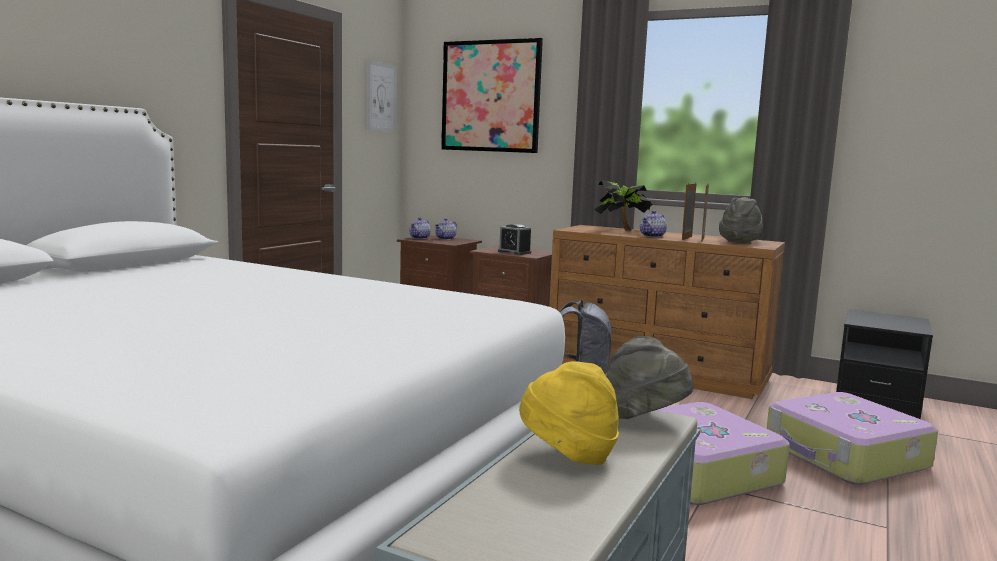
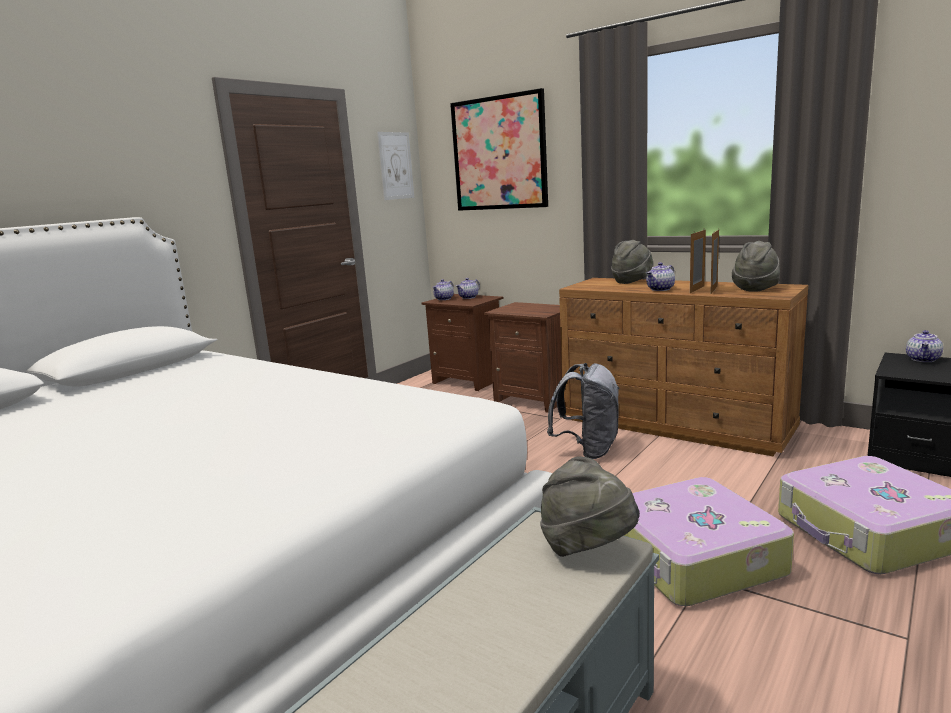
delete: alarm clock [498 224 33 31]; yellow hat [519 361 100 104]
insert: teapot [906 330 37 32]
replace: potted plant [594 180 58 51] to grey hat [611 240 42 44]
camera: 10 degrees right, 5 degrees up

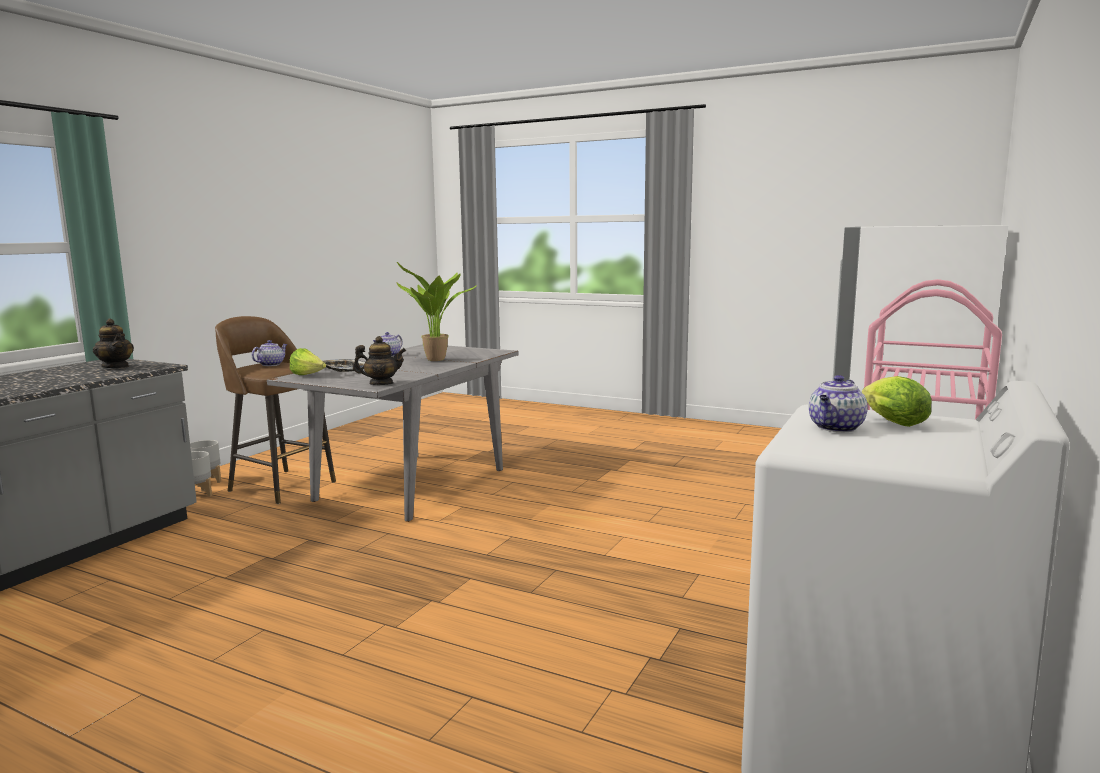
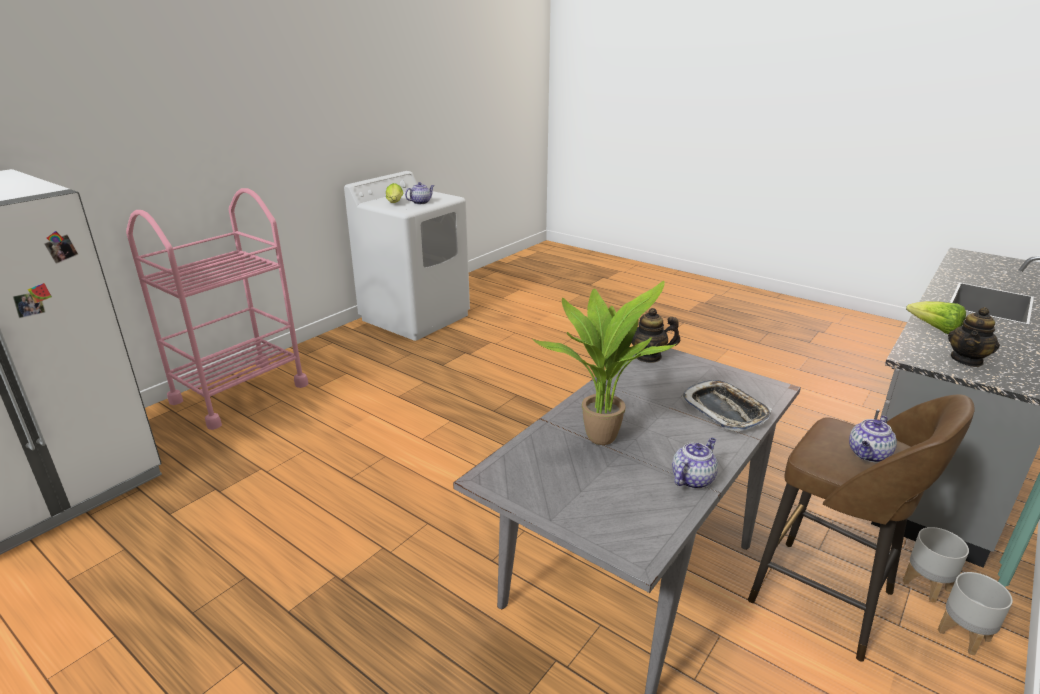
move: lettuce [290 348 36 27] to [906 301 60 33]
rotate: teapot [93 319 41 49] = [948 307 52 60] 105 degrees counterclockwise
camera: 170 degrees left, 15 degrees up

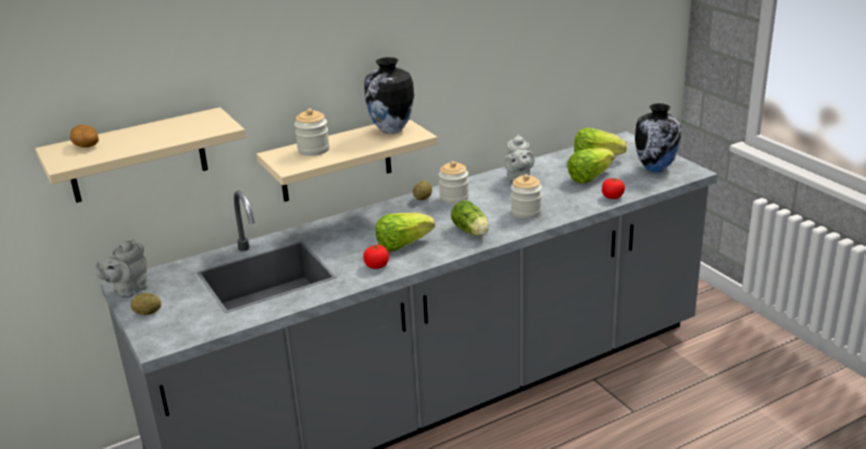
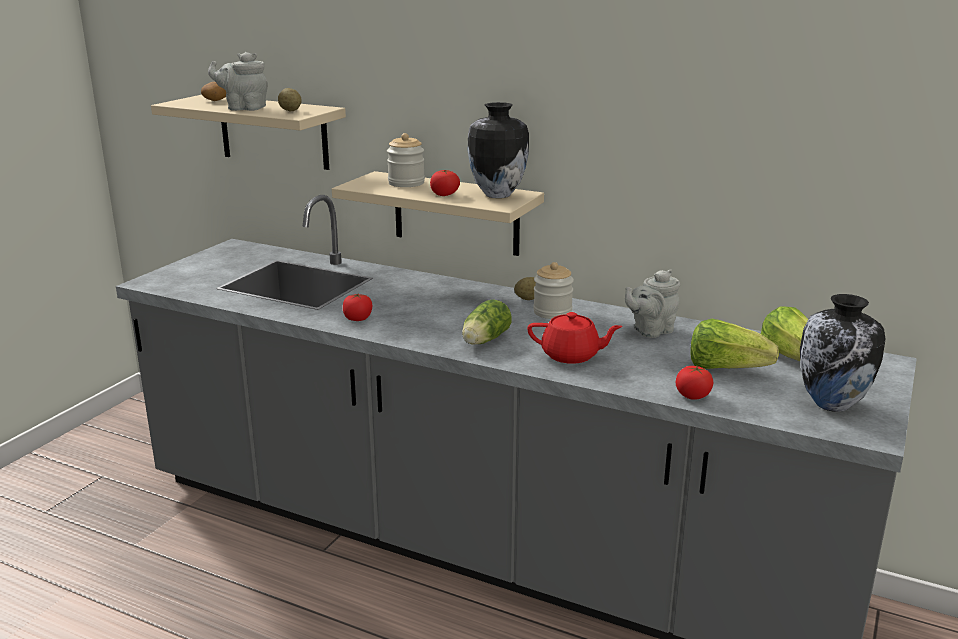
delete: lettuce [376 213 59 39]
insert: tomato [430 170 30 26]
move: grey teapot [94 239 54 59] to [208 52 60 59]; potato [130 293 31 22] to [278 88 24 23]
replace: jar [511 174 31 45] to red teapot [527 312 96 52]
camera: 55 degrees right, 5 degrees down

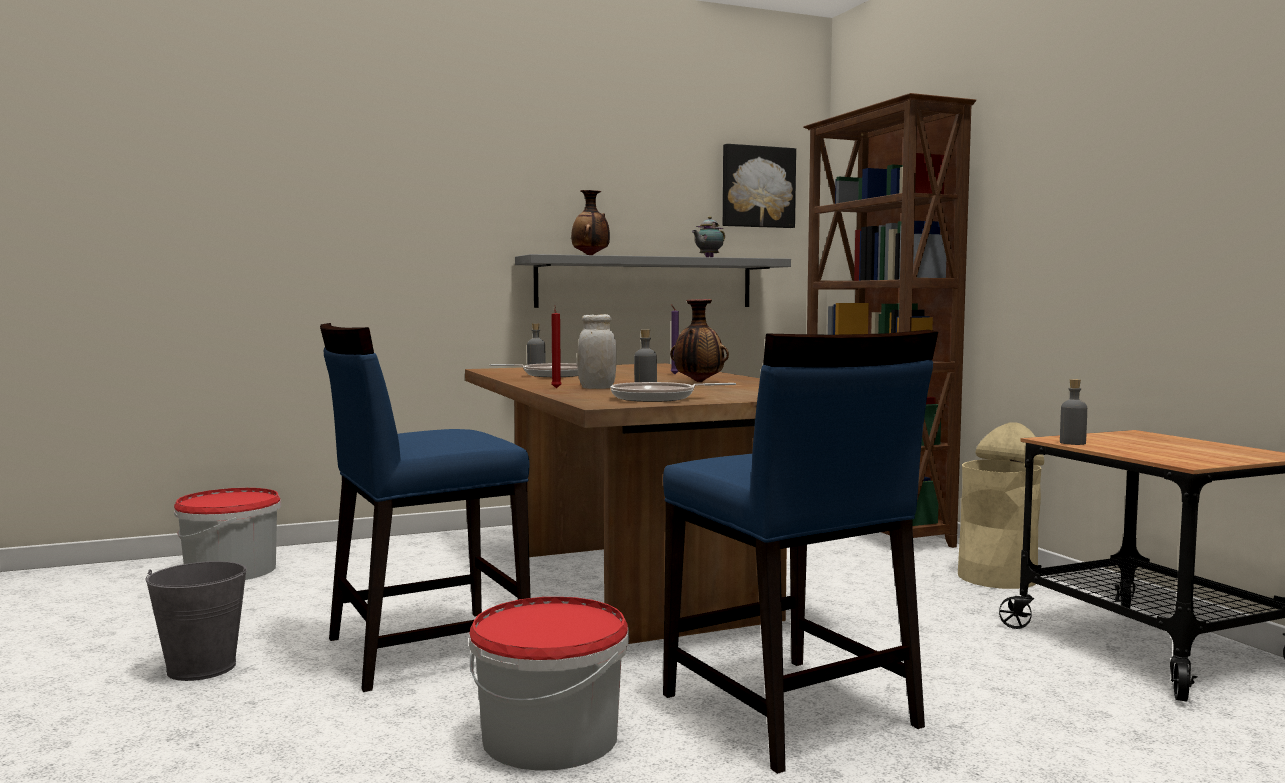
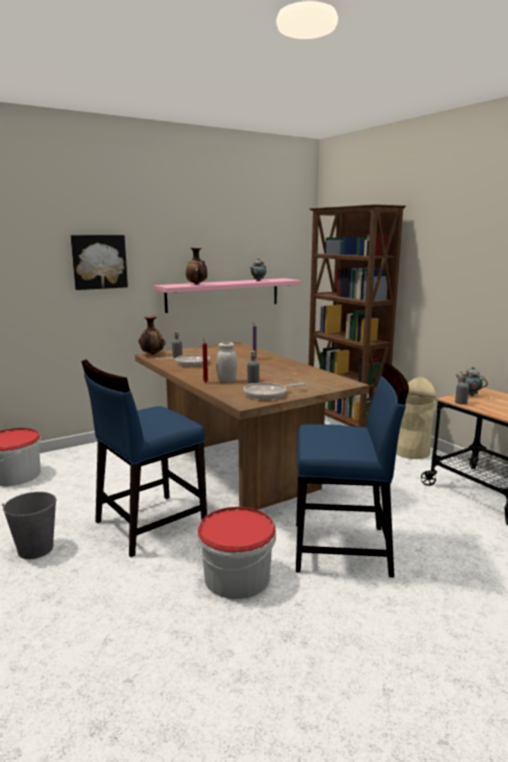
insert: teapot [456 367 32 29]
move: picture [723 144 73 84] to [71 235 57 55]; vase [670 299 59 83] to [138 316 27 39]
recolor: grey shelf [515 254 276 54] to pink shelf [154 278 147 35]
rotate: blue chair [663 330 275 444] = [296 363 113 214] 45 degrees counterclockwise
camera: 10 degrees left, 10 degrees up

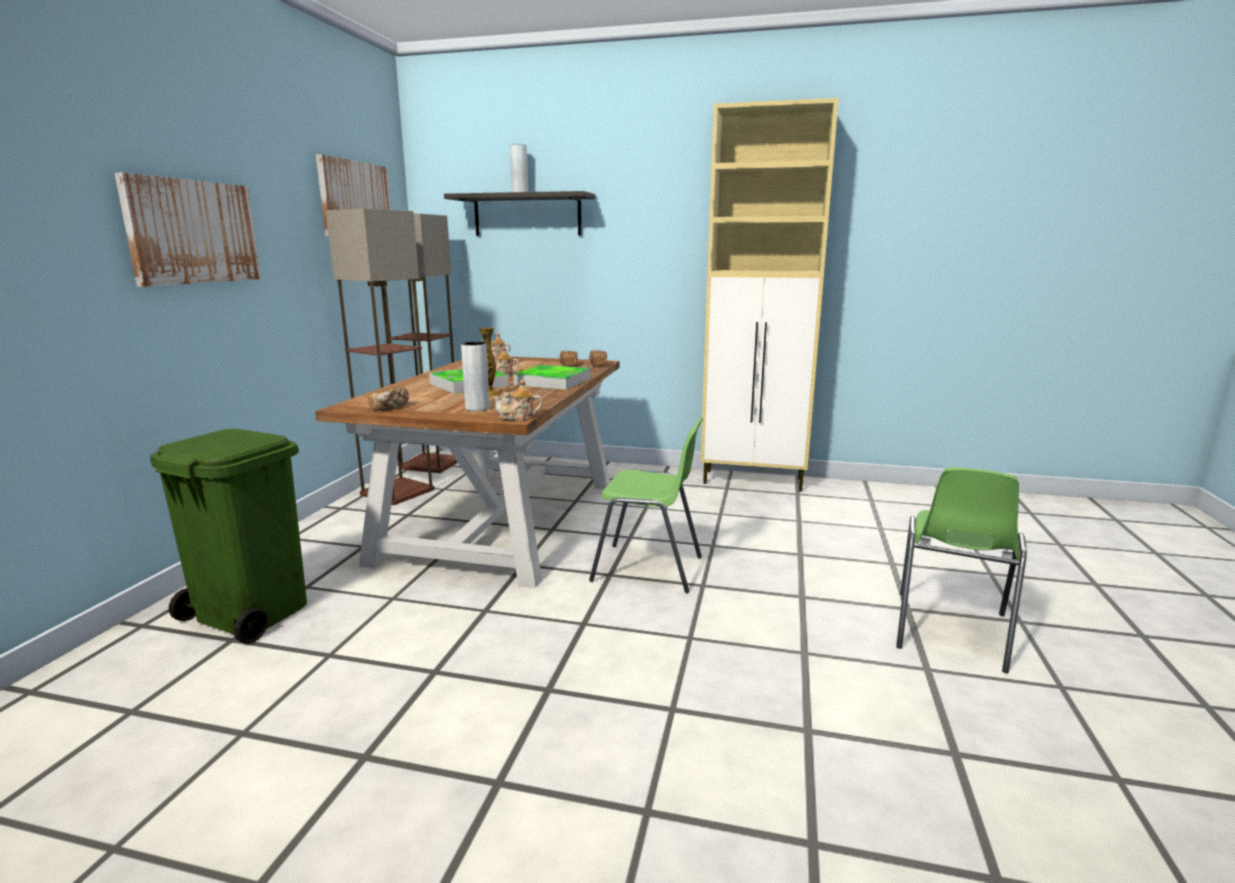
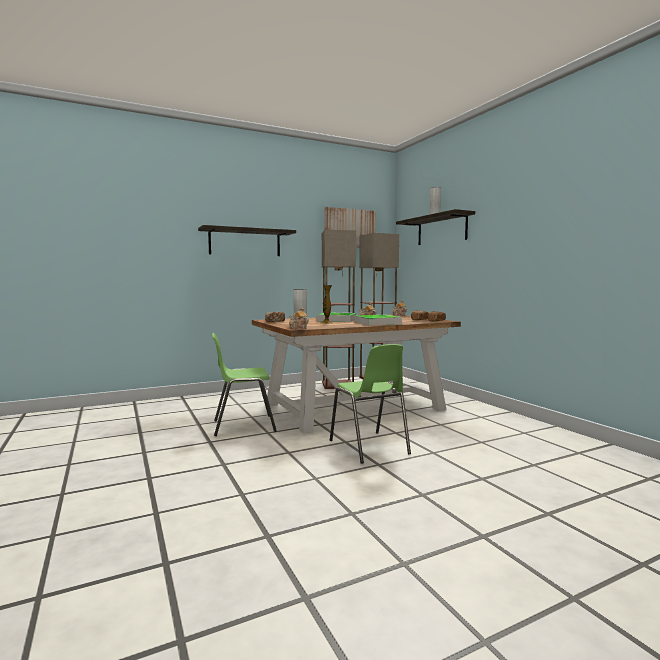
delete: green trash can [150 429 157 215]; beige cabinet [701 98 138 394]
move: green chair [896 468 131 205] to [212 333 65 103]
replace: picture [115 172 146 115] to shelf [198 225 98 31]
camera: 50 degrees right, 10 degrees down

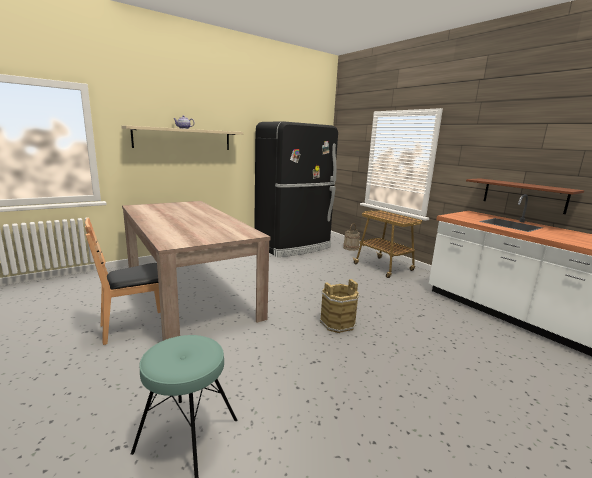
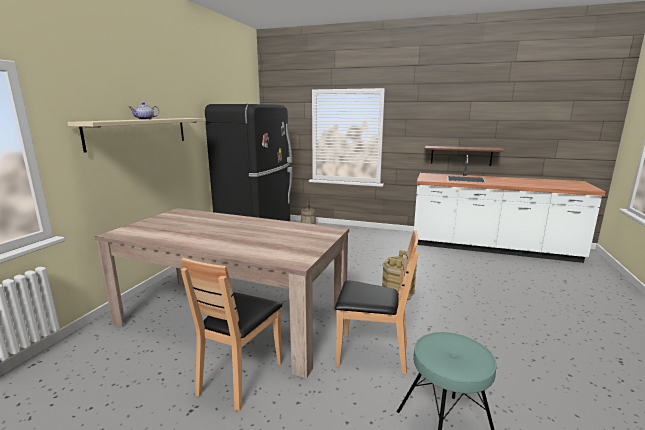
delete: cart [352 210 70 68]
insert: brown chair [335 230 84 145]
camera: 35 degrees left, 0 degrees up

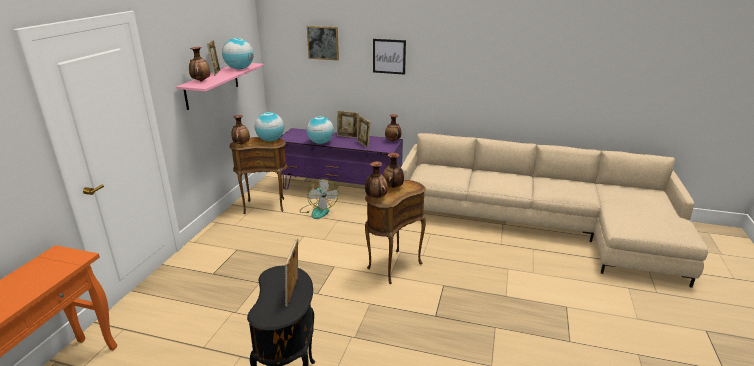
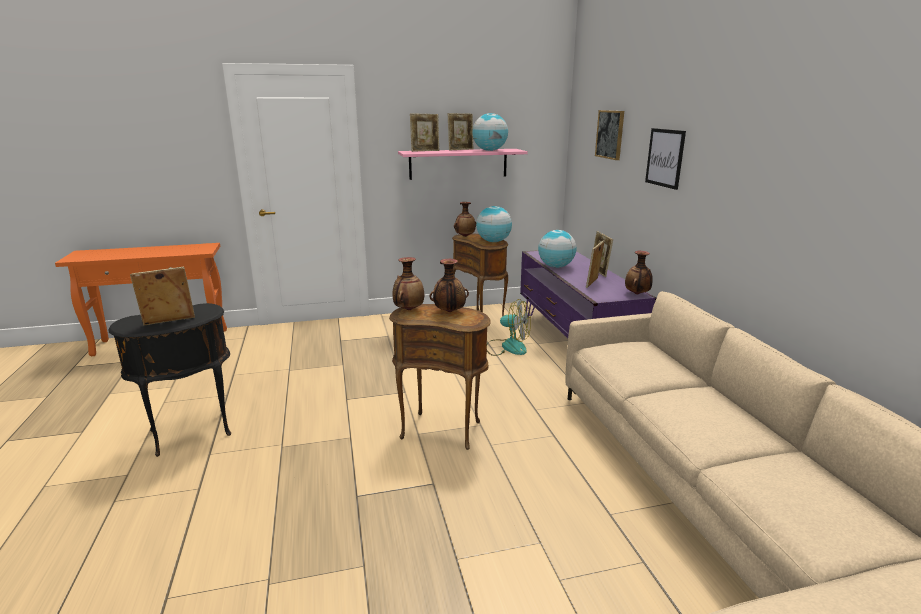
replace: vase [189 47 21 34] to picture frame [410 114 29 38]
rotate: fan [300 178 39 41] = [487 299 44 57] 105 degrees counterclockwise
camera: 60 degrees right, 5 degrees down

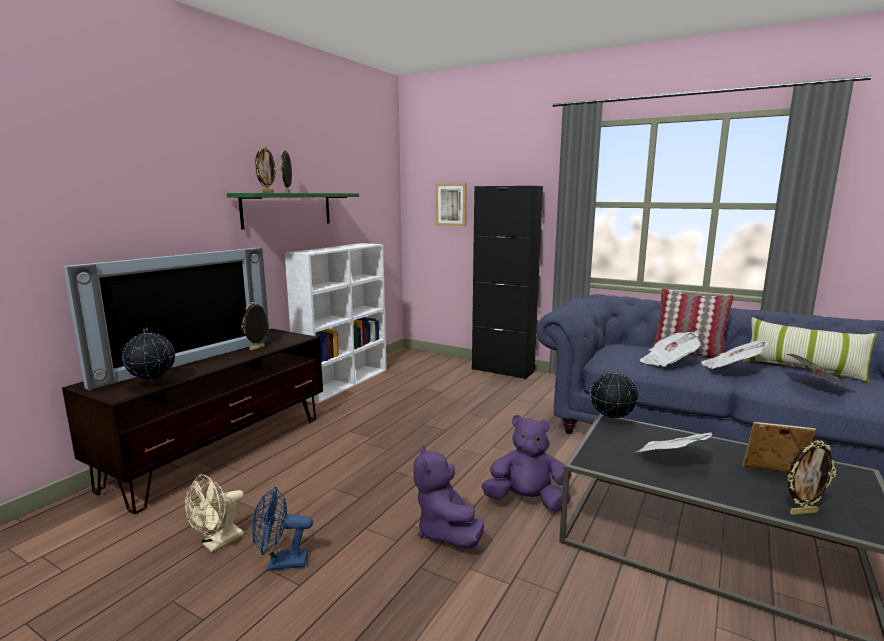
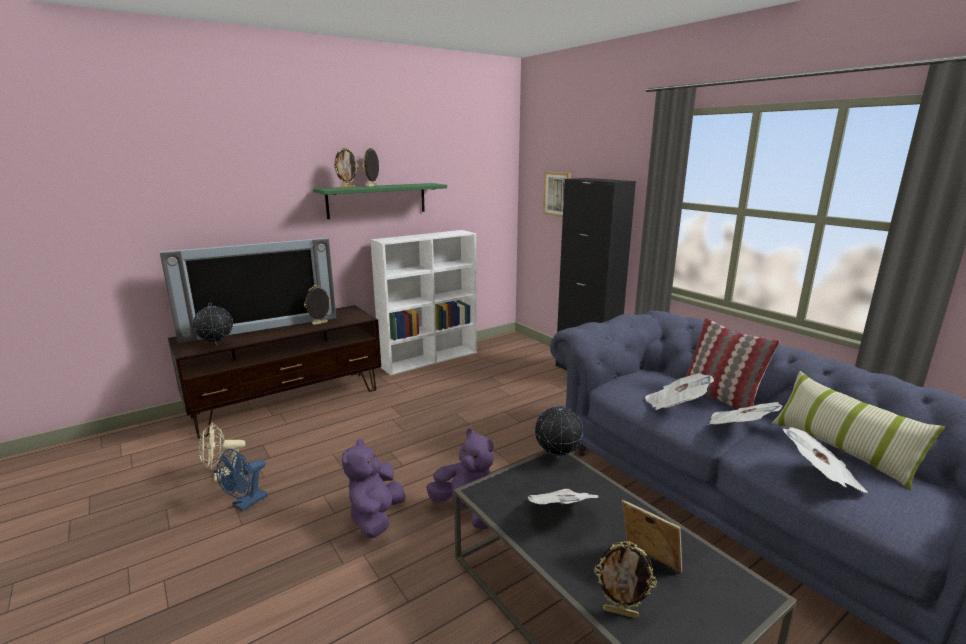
rotate: blue fan [252 487 61 83] = [216 449 52 62] 75 degrees counterclockwise
camera: 25 degrees right, 5 degrees up

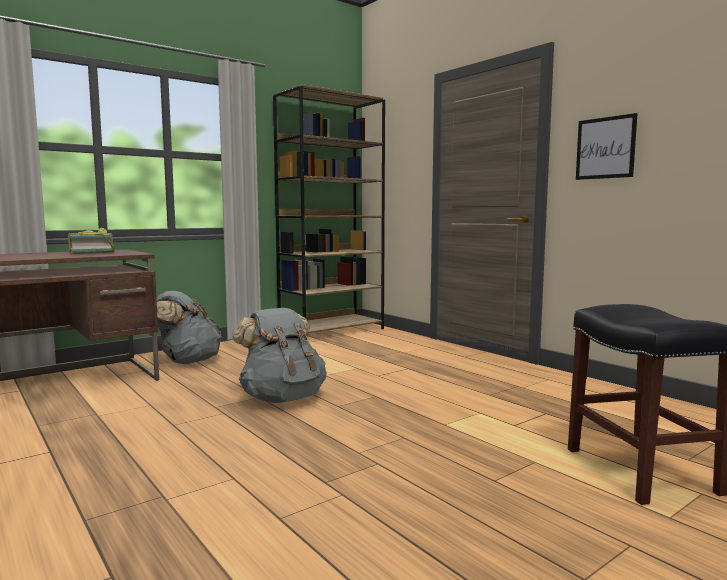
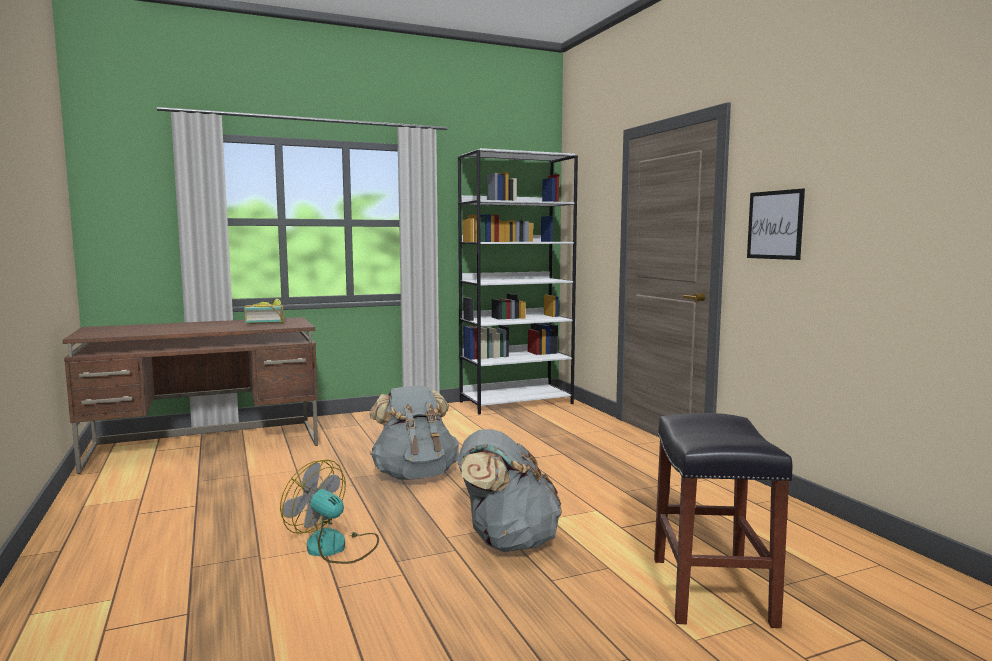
insert: fan [280 460 99 104]
move: grey backpack [156 291 66 73] to [458 429 104 123]
recolor: brown bookcase [273 85 112 249] to white bookcase [458 148 120 267]
camera: 15 degrees right, 0 degrees up

